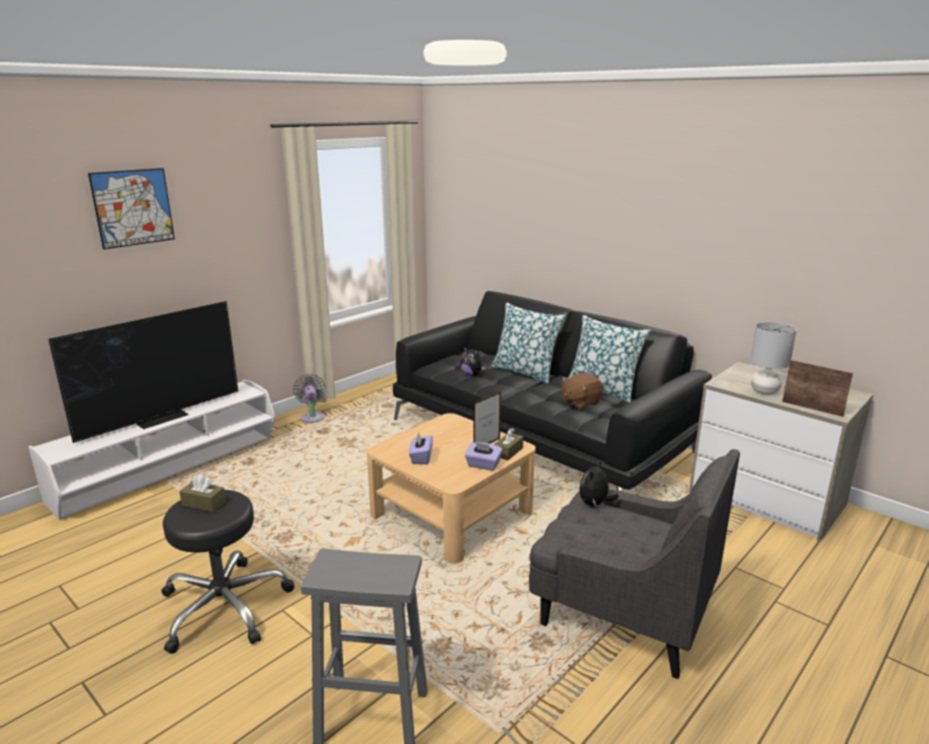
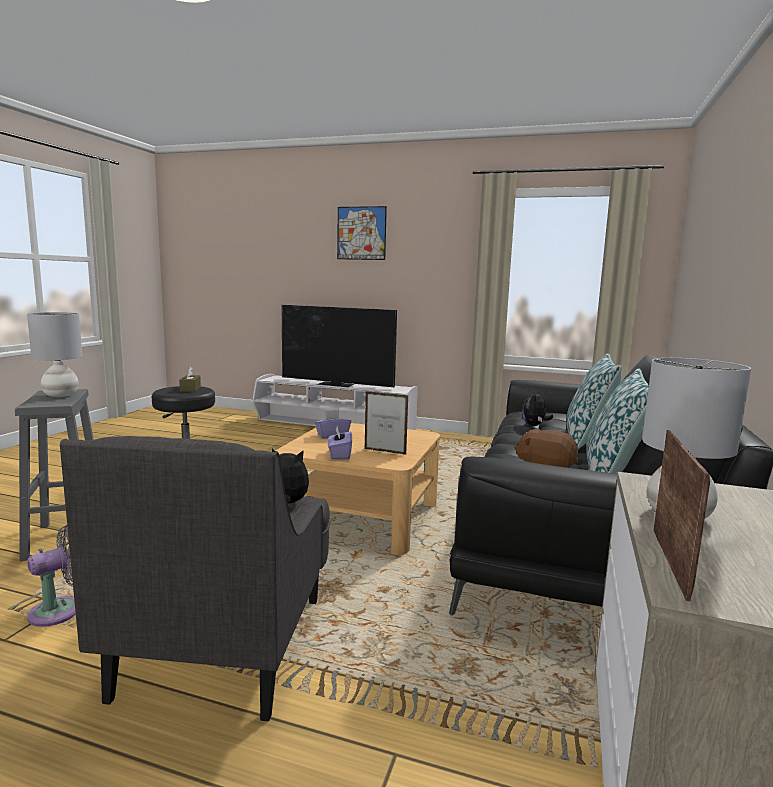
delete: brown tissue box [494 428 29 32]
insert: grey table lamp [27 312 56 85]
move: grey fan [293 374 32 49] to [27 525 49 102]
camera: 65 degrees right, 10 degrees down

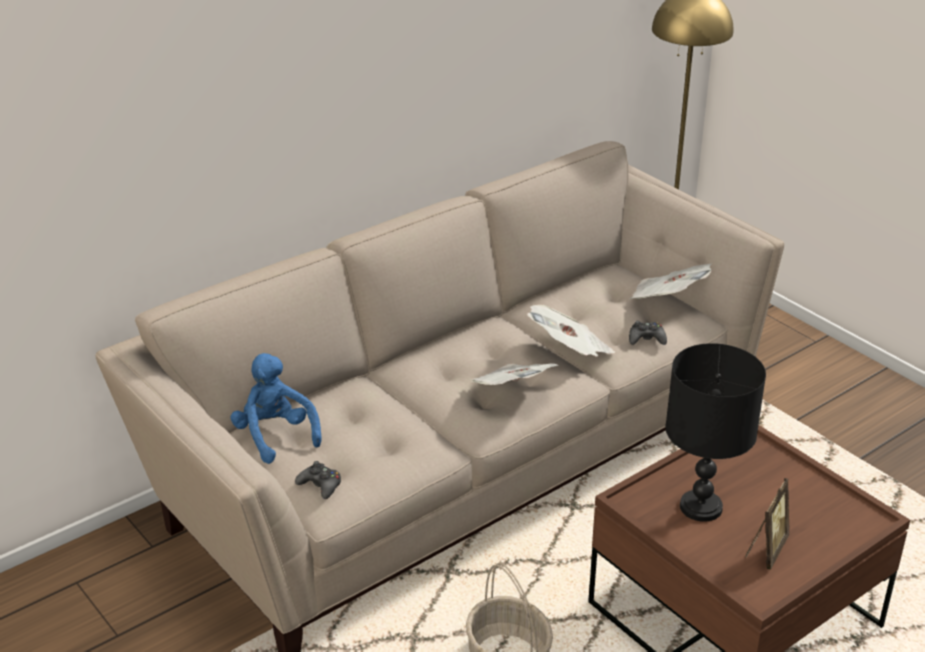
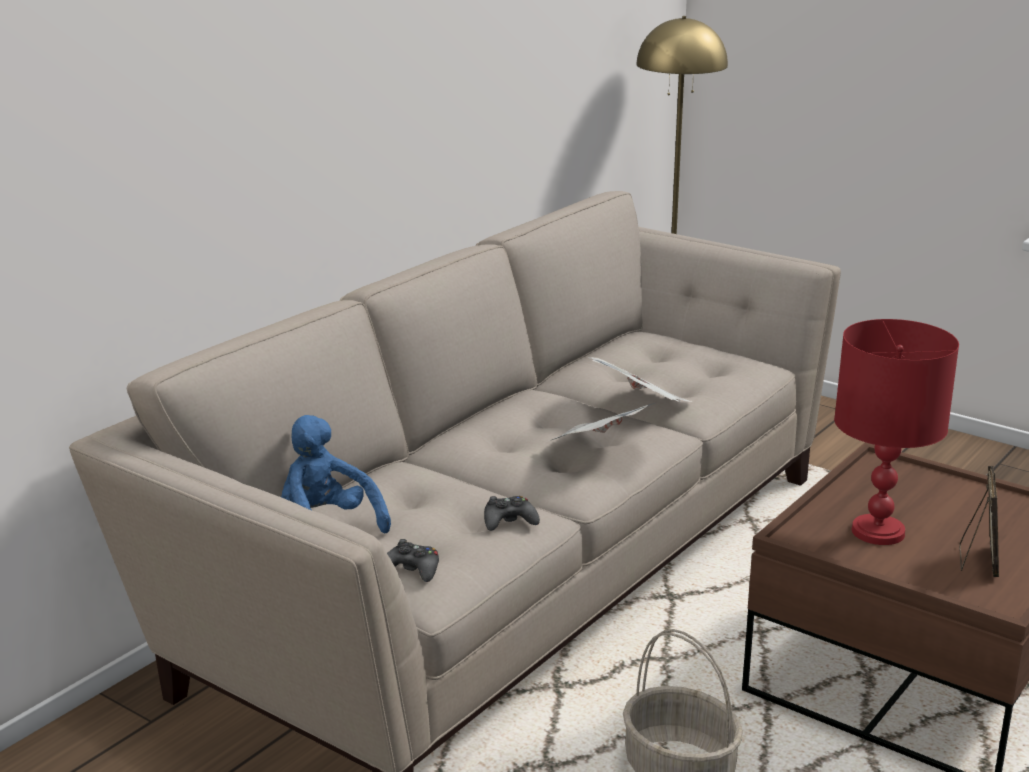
delete: newspaper [630 264 82 35]
move: black game controller [629 321 38 24] to [484 496 56 35]
recolor: black table lamp [665 343 101 179] to red table lamp [834 319 125 226]
camera: 15 degrees left, 10 degrees down

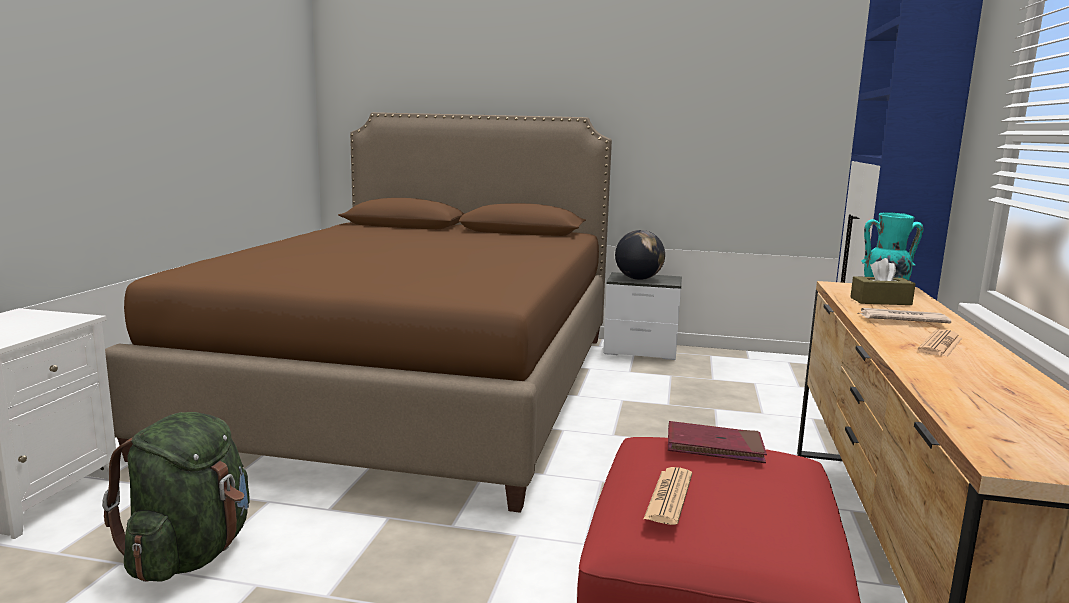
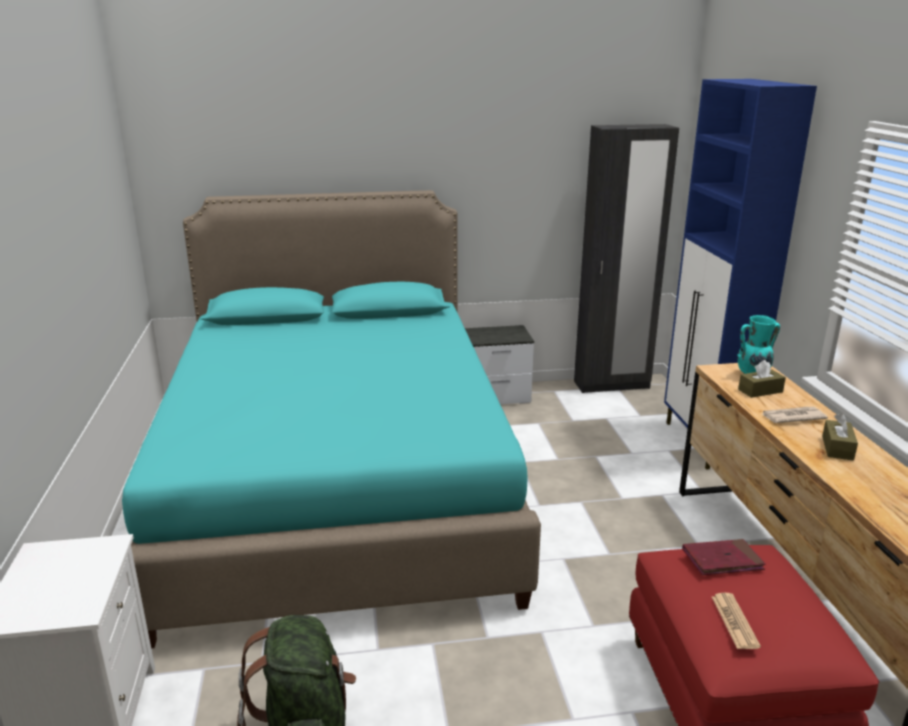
delete: globe [615 230 50 50]
insert: black wardrobe [574 124 105 269]
replace: newspaper [918 329 44 28] to brown tissue box [822 413 36 48]
recolor: brown bed [105 112 507 401] to turquoise bed [122 190 419 458]
camera: 20 degrees left, 10 degrees up

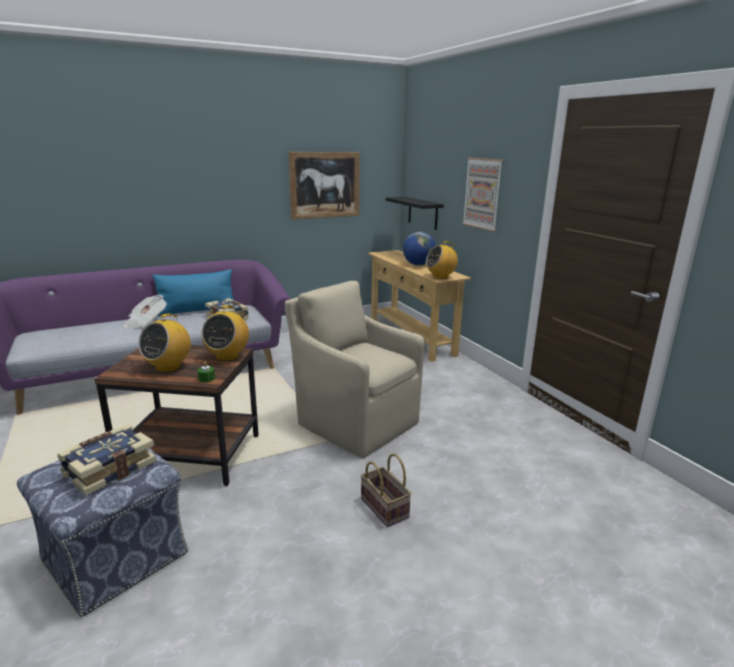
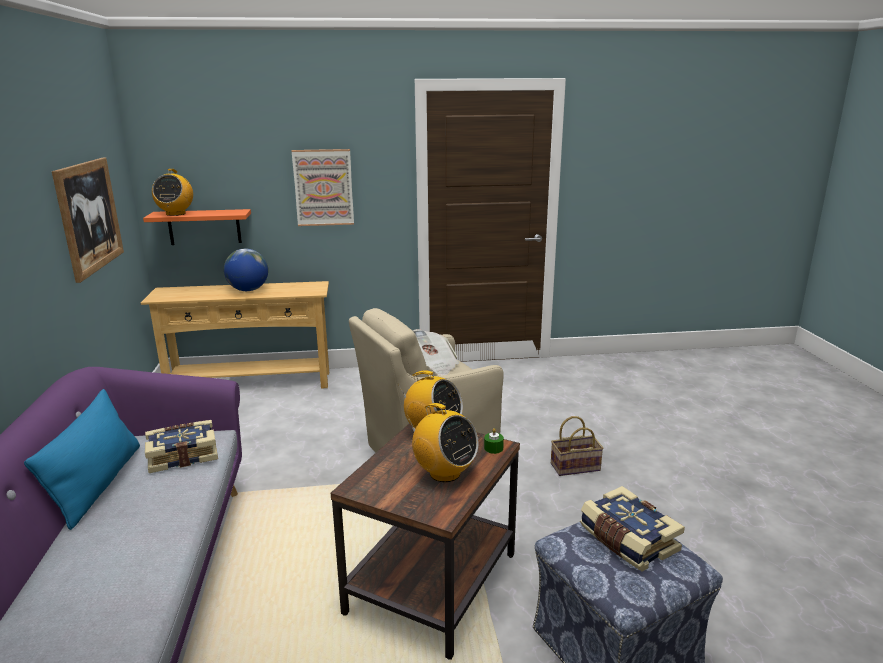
move: radio [426 241 32 38] to [152 169 41 47]; newspaper [123 295 44 33] to [413 329 47 47]
recolor: black shelf [386 197 58 33] to orange shelf [143 209 108 36]
camera: 70 degrees left, 0 degrees up

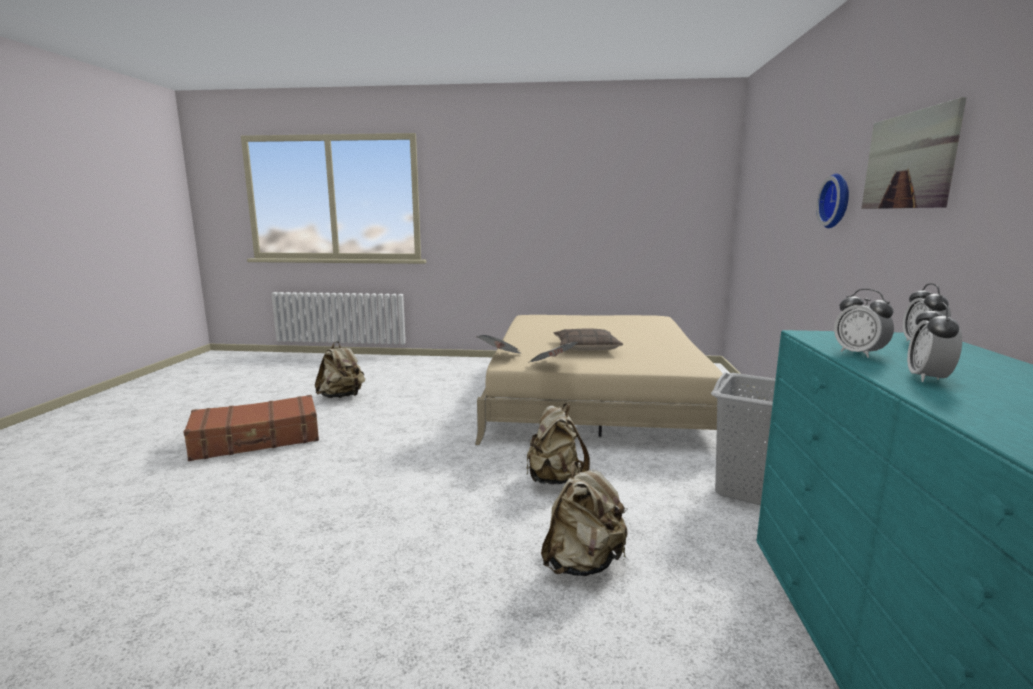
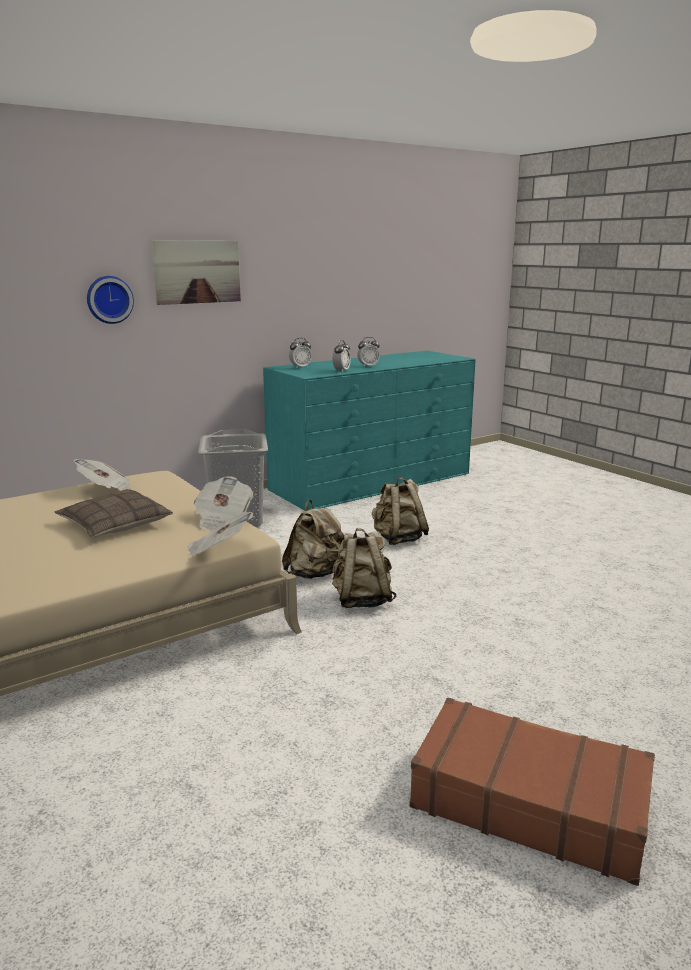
insert: newspaper [74 459 57 31]
move: beige backpack [315 341 50 57] to [332 528 64 80]
camera: 130 degrees left, 5 degrees up

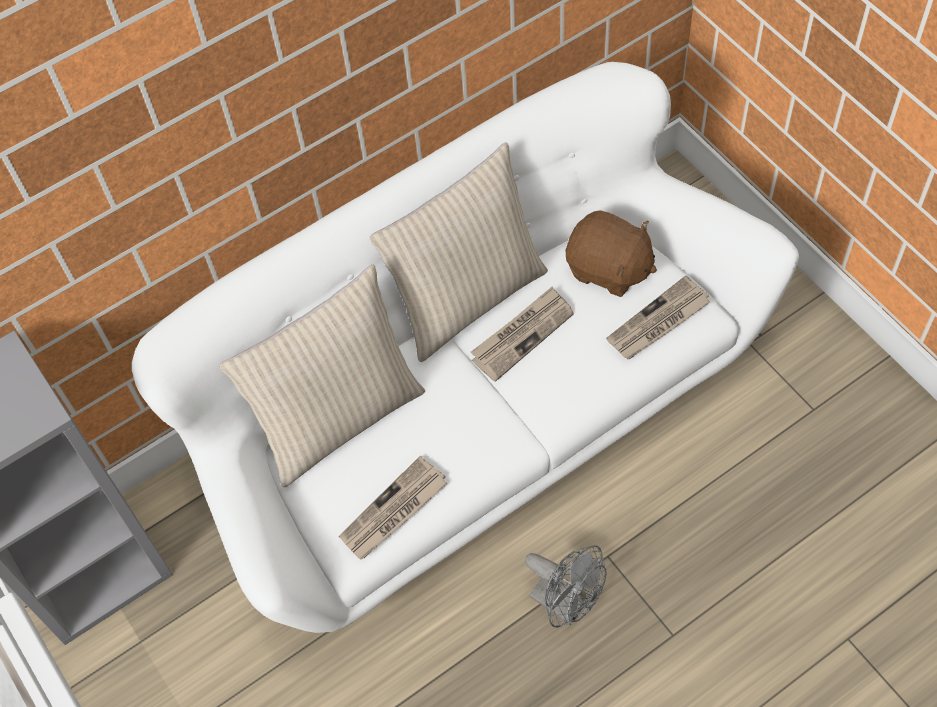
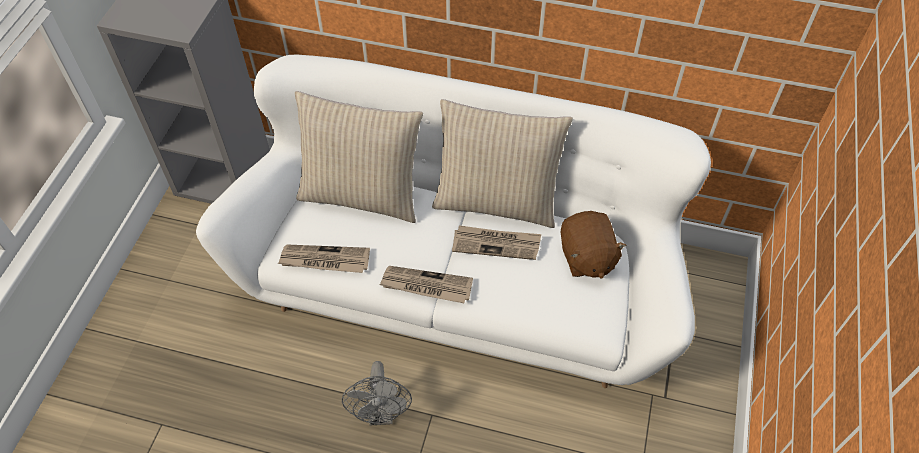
move: newspaper [606 276 104 83] to [380 266 93 37]
camera: 45 degrees right, 5 degrees down

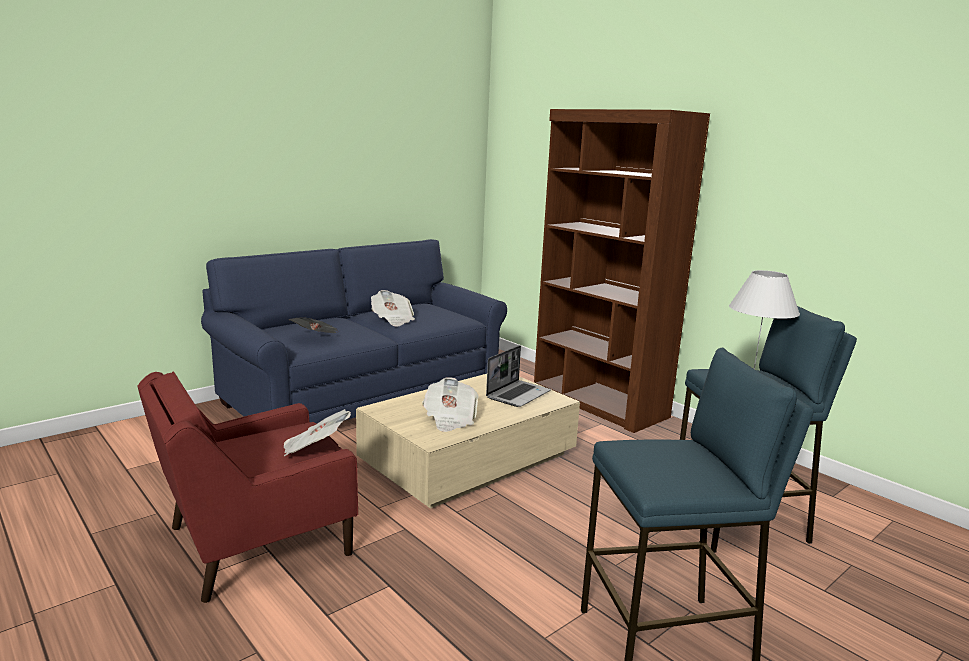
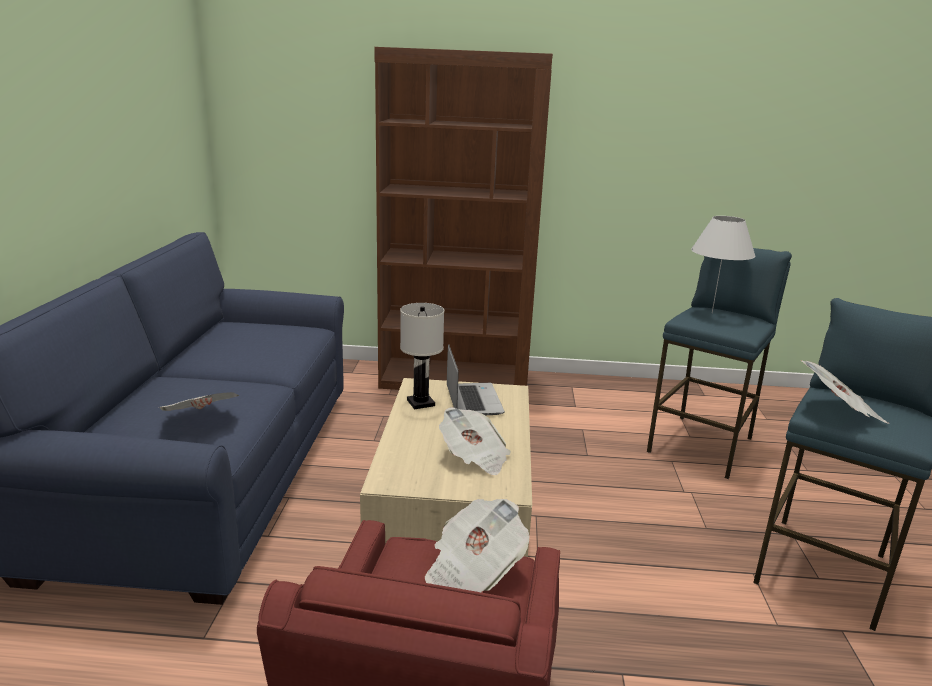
insert: white table lamp [400 303 44 107]
move: newspaper [371 290 44 37] to [801 360 88 64]
camera: 45 degrees left, 5 degrees up

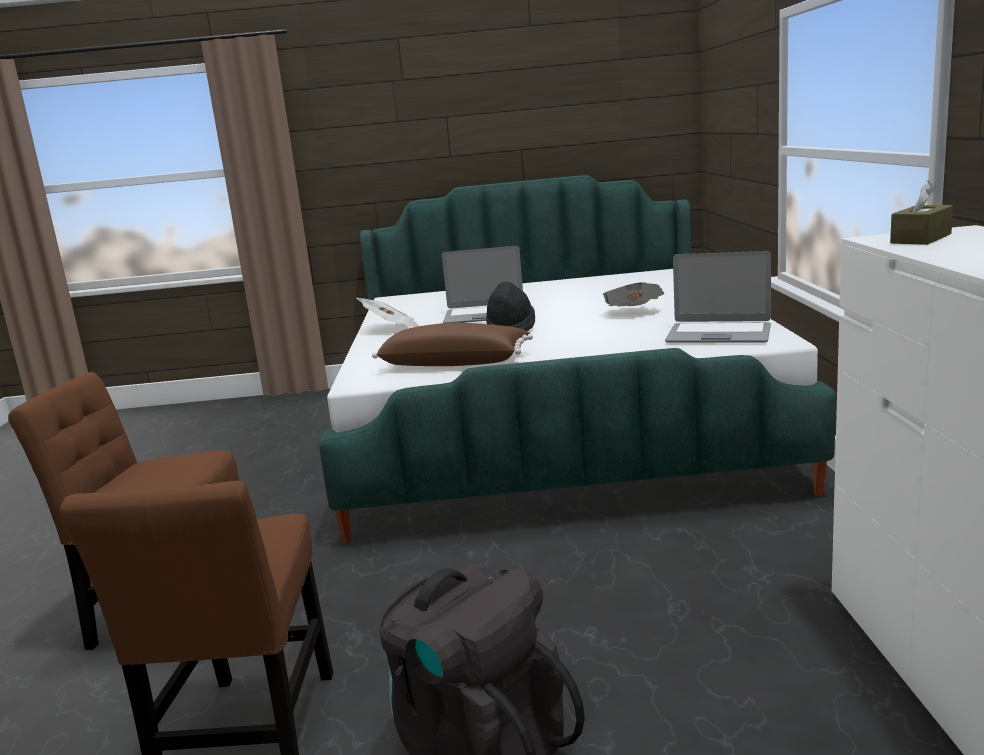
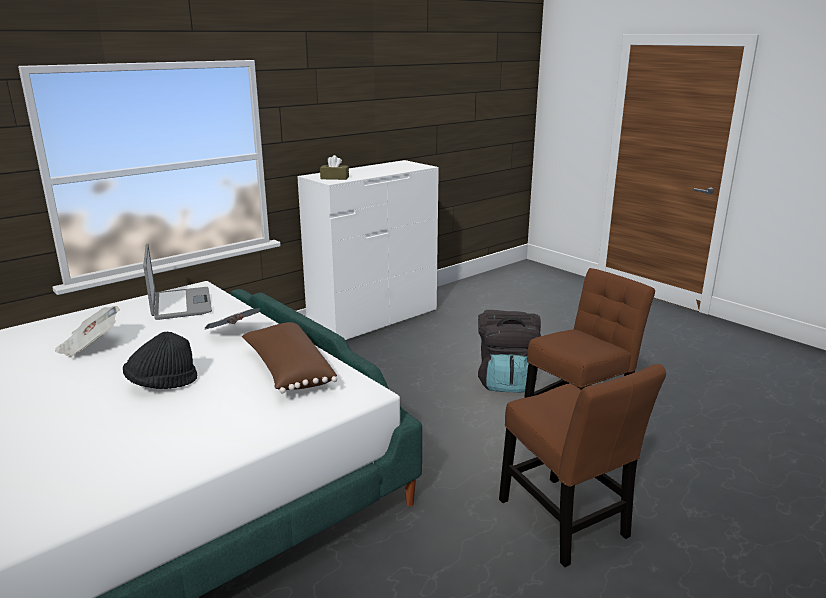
delete: laptop [442 246 81 77]
move: newspaper [356 298 62 29] to [204 308 57 22]
camera: 130 degrees left, 5 degrees up

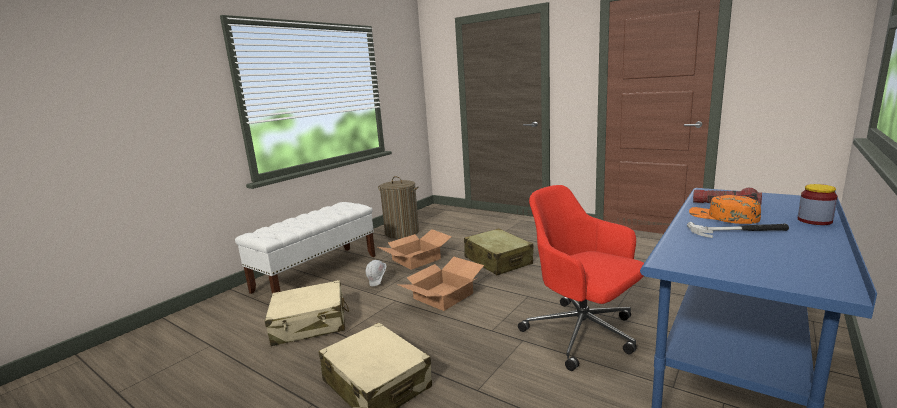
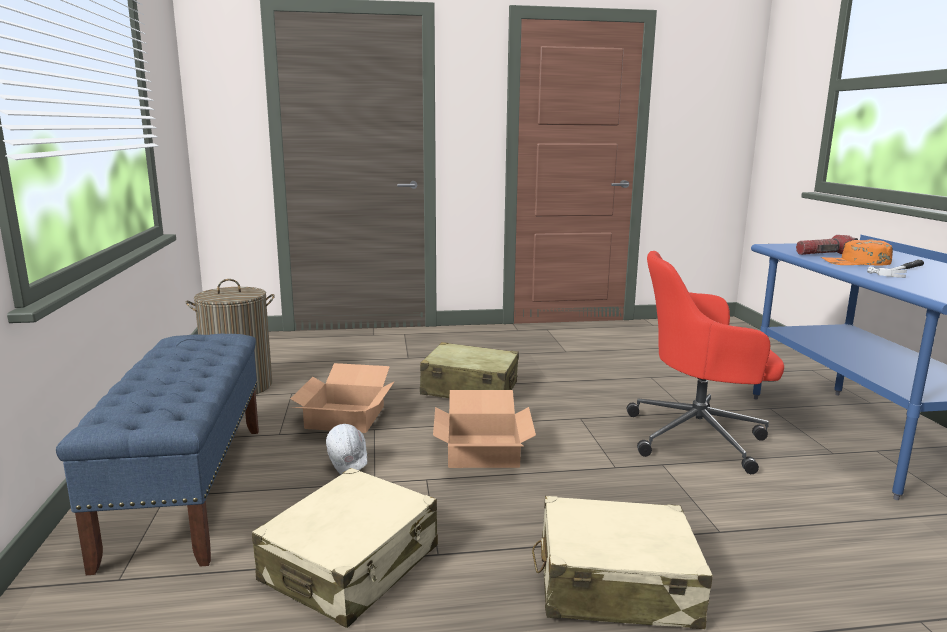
delete: jar [798 184 40 41]
recolor: white bench [235 202 140 92] to blue bench [56 334 203 241]
camera: 45 degrees left, 0 degrees up

